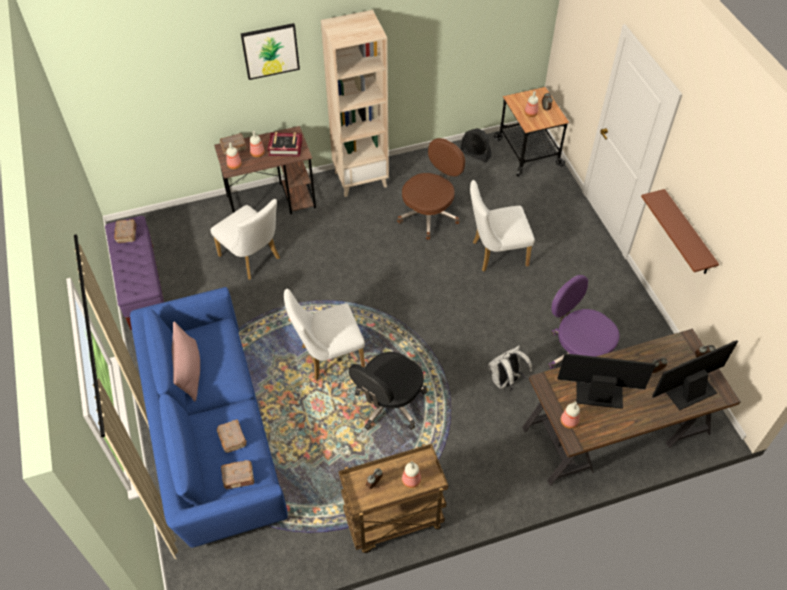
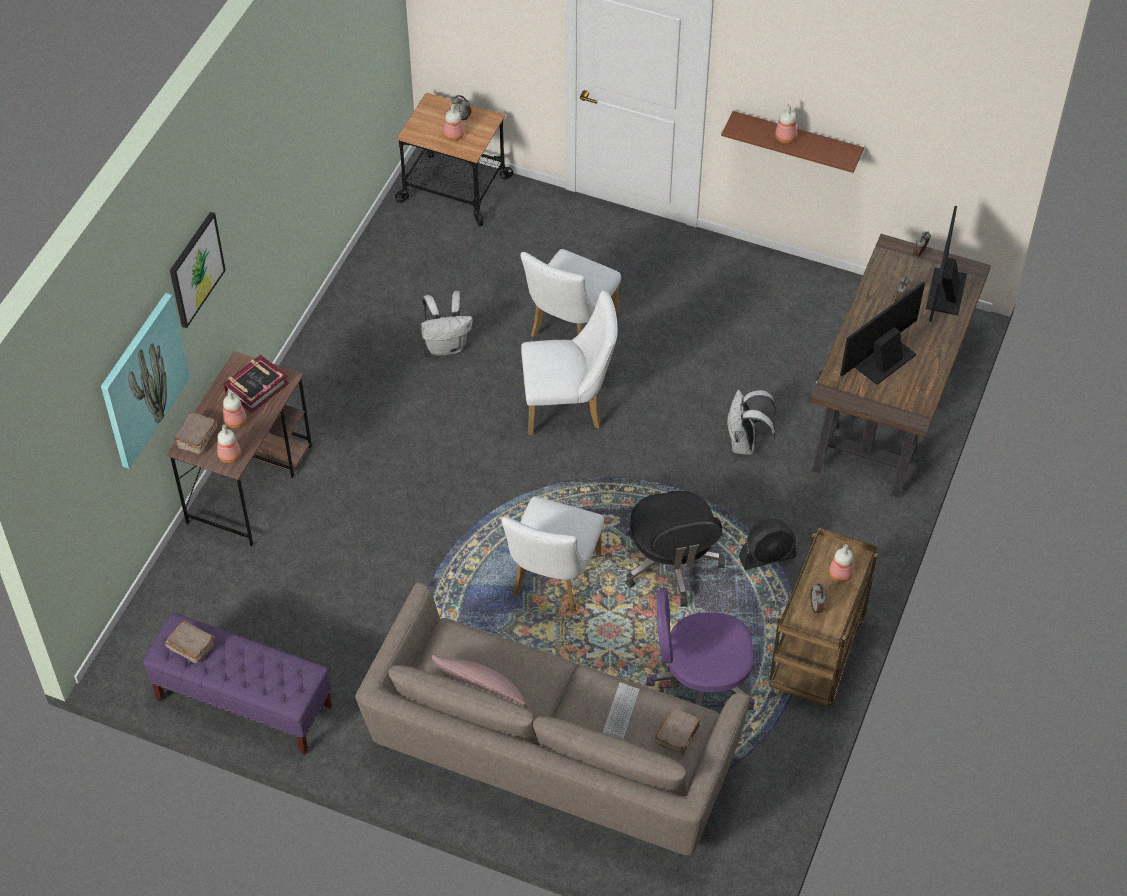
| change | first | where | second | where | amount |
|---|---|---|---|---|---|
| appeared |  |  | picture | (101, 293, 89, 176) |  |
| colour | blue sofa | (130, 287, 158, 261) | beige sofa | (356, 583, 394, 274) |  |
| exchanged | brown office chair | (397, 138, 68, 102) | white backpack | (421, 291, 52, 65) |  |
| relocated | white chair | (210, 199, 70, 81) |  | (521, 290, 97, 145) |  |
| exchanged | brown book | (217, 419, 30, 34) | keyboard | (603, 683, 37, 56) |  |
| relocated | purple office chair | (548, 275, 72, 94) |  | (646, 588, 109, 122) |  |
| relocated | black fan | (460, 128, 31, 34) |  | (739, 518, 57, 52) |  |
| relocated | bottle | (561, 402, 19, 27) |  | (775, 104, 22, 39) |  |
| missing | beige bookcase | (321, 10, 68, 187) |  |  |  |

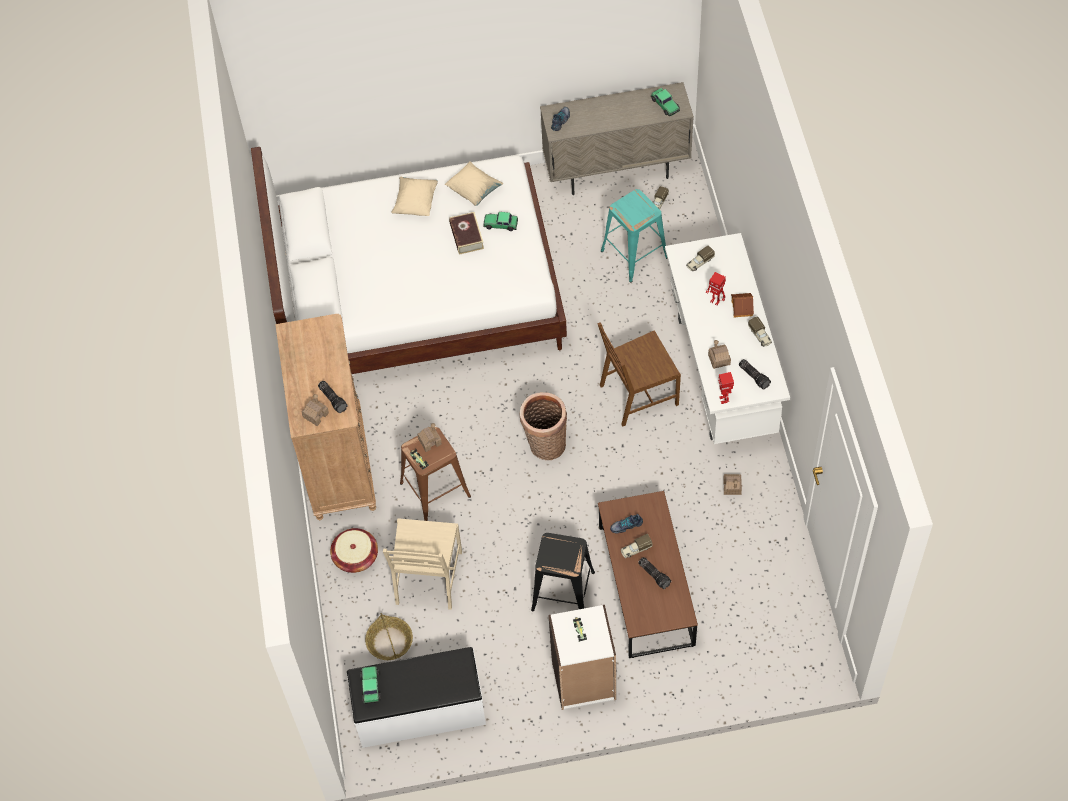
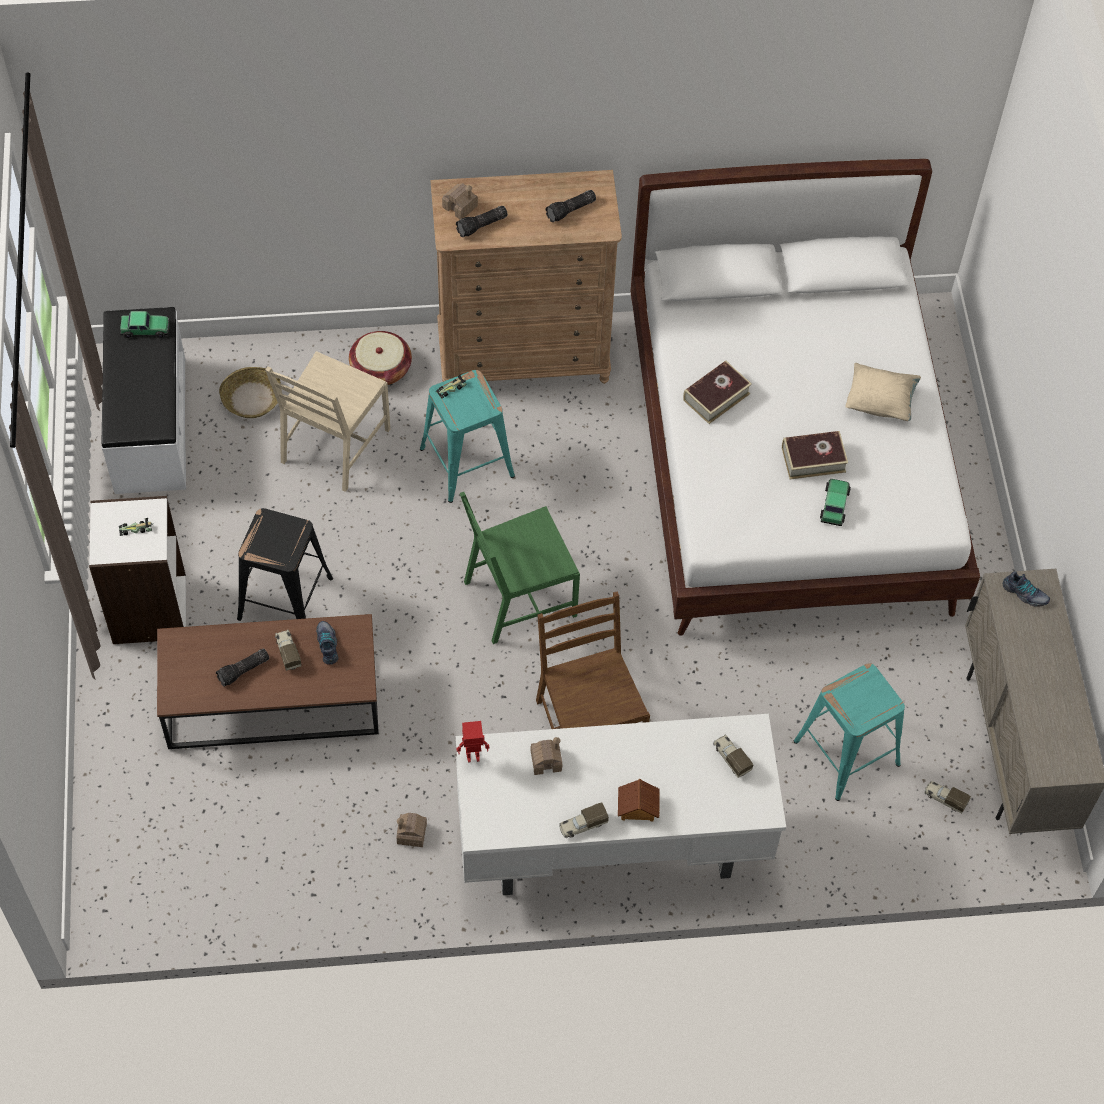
| change | first | where | second | where | amount |
|---|---|---|---|---|---|
| spun | beige chair | (383, 518, 79, 92) |  | (265, 351, 125, 141) | 75 degrees counterclockwise |
| colour | brown stool | (400, 427, 71, 94) | turquoise stool | (420, 370, 95, 133) |  |
| exchanged | basket | (520, 392, 47, 68) | green chair | (460, 492, 120, 152) |  |
| relocated | flashlight | (739, 359, 32, 31) |  | (545, 190, 51, 32) |  |
| appeared |  |  | book | (683, 361, 69, 63) |  |
| missing | toy house | (417, 423, 25, 29) |  |  |  |
| missing | beige pillow | (445, 161, 58, 45) |  |  |  |
| missing | toy car | (651, 88, 29, 28) |  |  |  |
| missing | toy robot | (706, 272, 20, 34) |  |  |  |

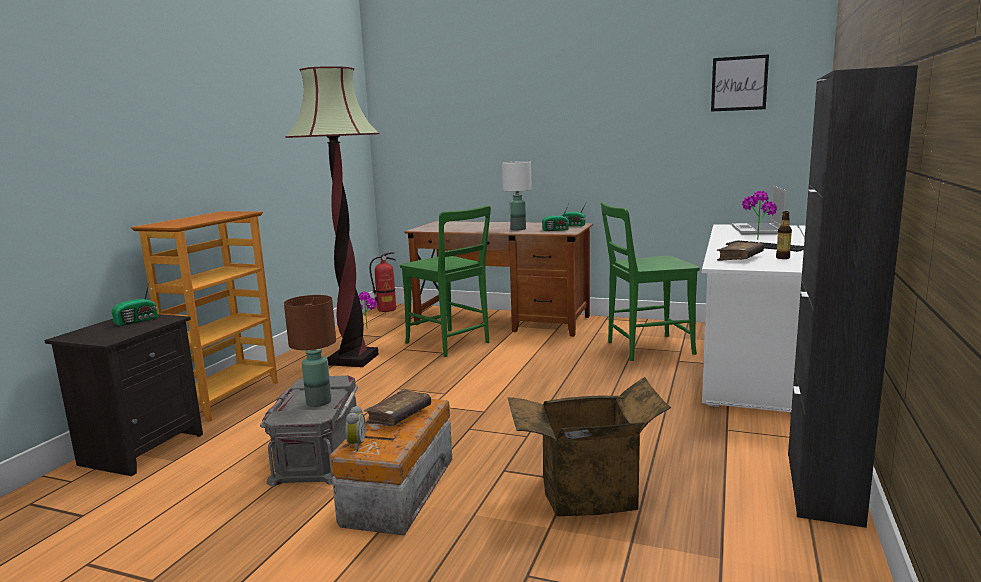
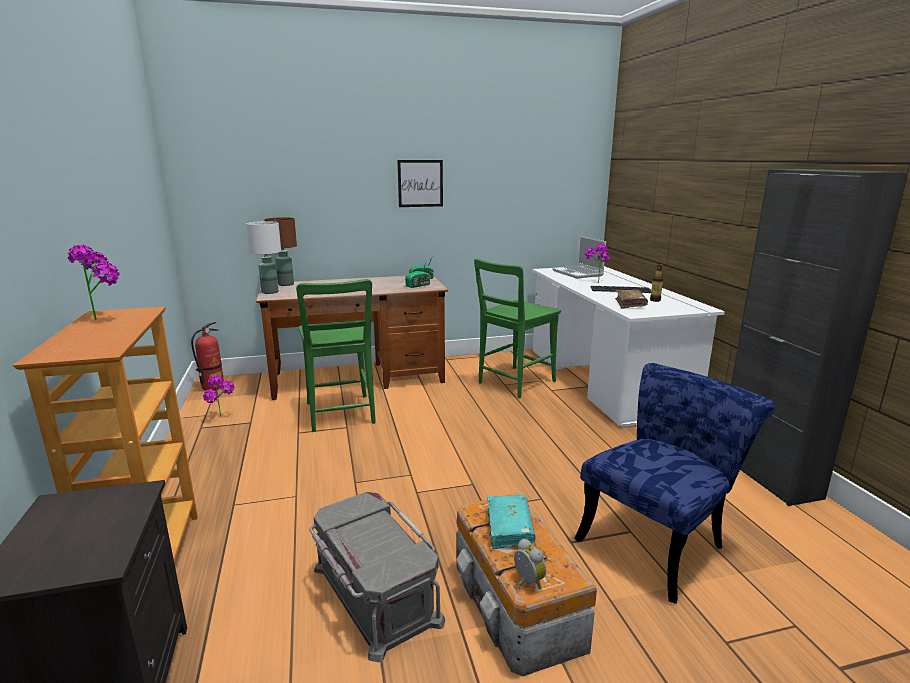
| change | first | where | second | where | amount |
|---|---|---|---|---|---|
| appeared |  |  | potted plant | (68, 245, 52, 75) |  |
| relocated | white table lamp | (502, 161, 30, 69) |  | (246, 221, 35, 73) |  |
| relocated | brown table lamp | (284, 295, 52, 112) |  | (264, 217, 33, 69) |  |
| spun | green chair | (400, 205, 91, 152) |  | (296, 279, 80, 153) | 60 degrees clockwise |
| relocated | picture | (711, 54, 58, 58) |  | (397, 160, 46, 47) |  |
| colour | brown book | (364, 389, 67, 37) | turquoise book | (487, 495, 49, 54) |  |
| exchanged | cardboard box | (508, 377, 163, 139) | blue chair | (574, 363, 202, 241) |  |
| missing | radio | (112, 280, 46, 46) |  |  |  |
| missing | floor lamp | (285, 66, 95, 301) |  |  |  |

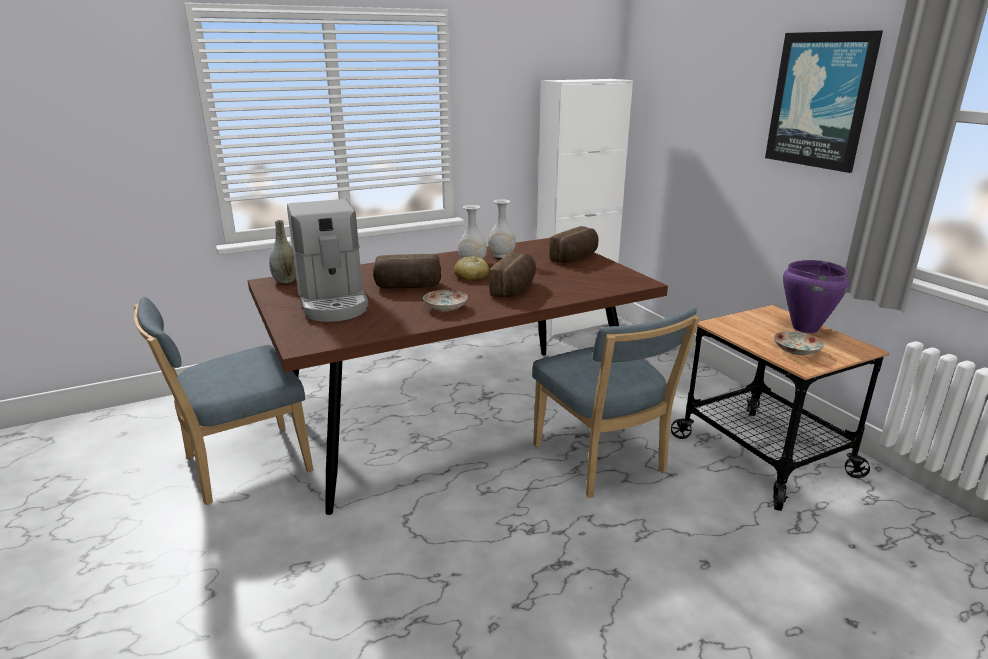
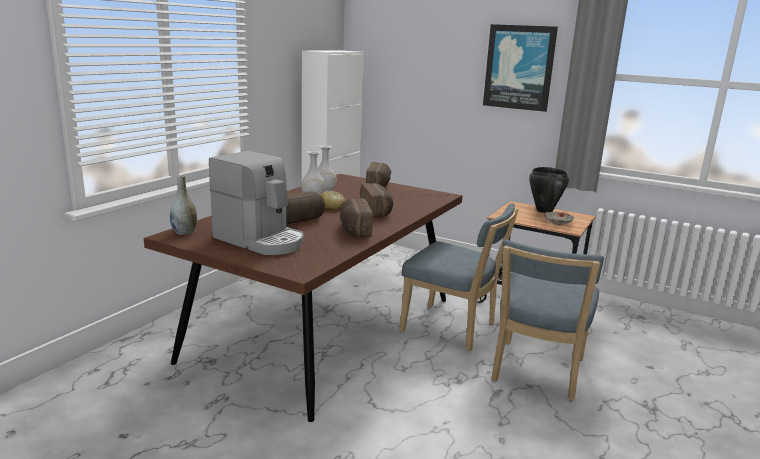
| change | first | where | second | where | amount |
|---|---|---|---|---|---|
| exchanged | plate | (423, 290, 45, 21) | bread | (340, 198, 33, 39) |  |
| relocated | blue chair | (134, 297, 179, 208) |  | (491, 240, 113, 161) |  |
| colour | purple cooking pot | (783, 260, 67, 73) | black cooking pot | (529, 167, 40, 46) |  |

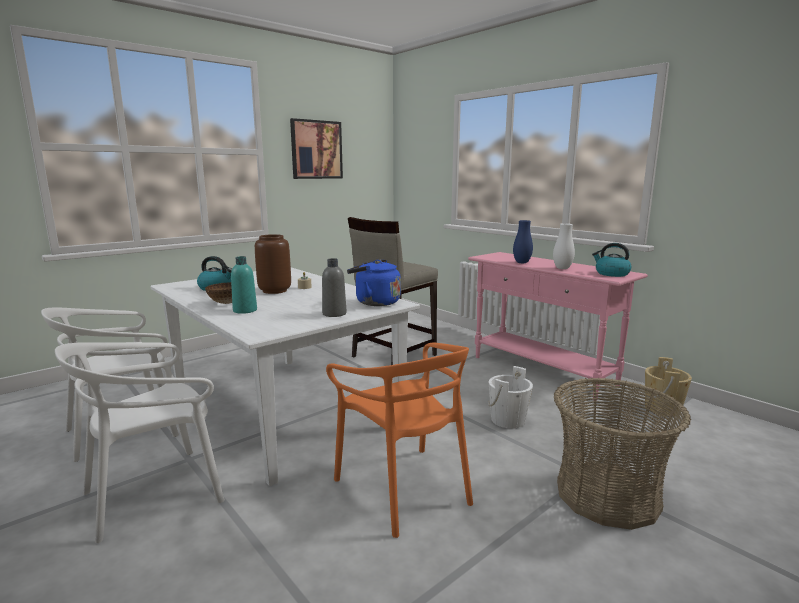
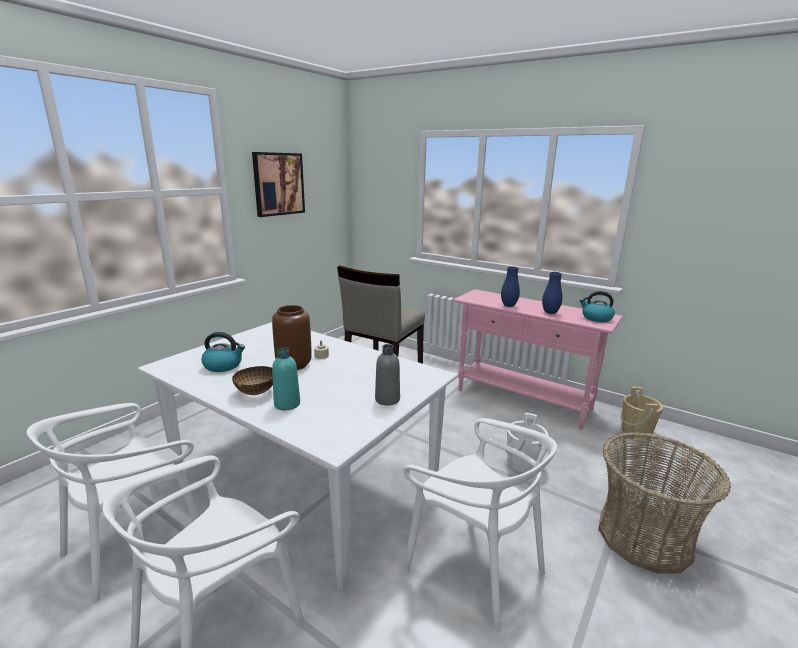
| change | first | where | second | where | amount |
|---|---|---|---|---|---|
| colour | orange chair | (326, 343, 147, 195) | white chair | (403, 418, 154, 214) |  |
| colour | white vase | (553, 223, 22, 46) | blue vase | (542, 272, 20, 42) |  |
| missing | blue kettle | (347, 259, 54, 47) |  |  |  |

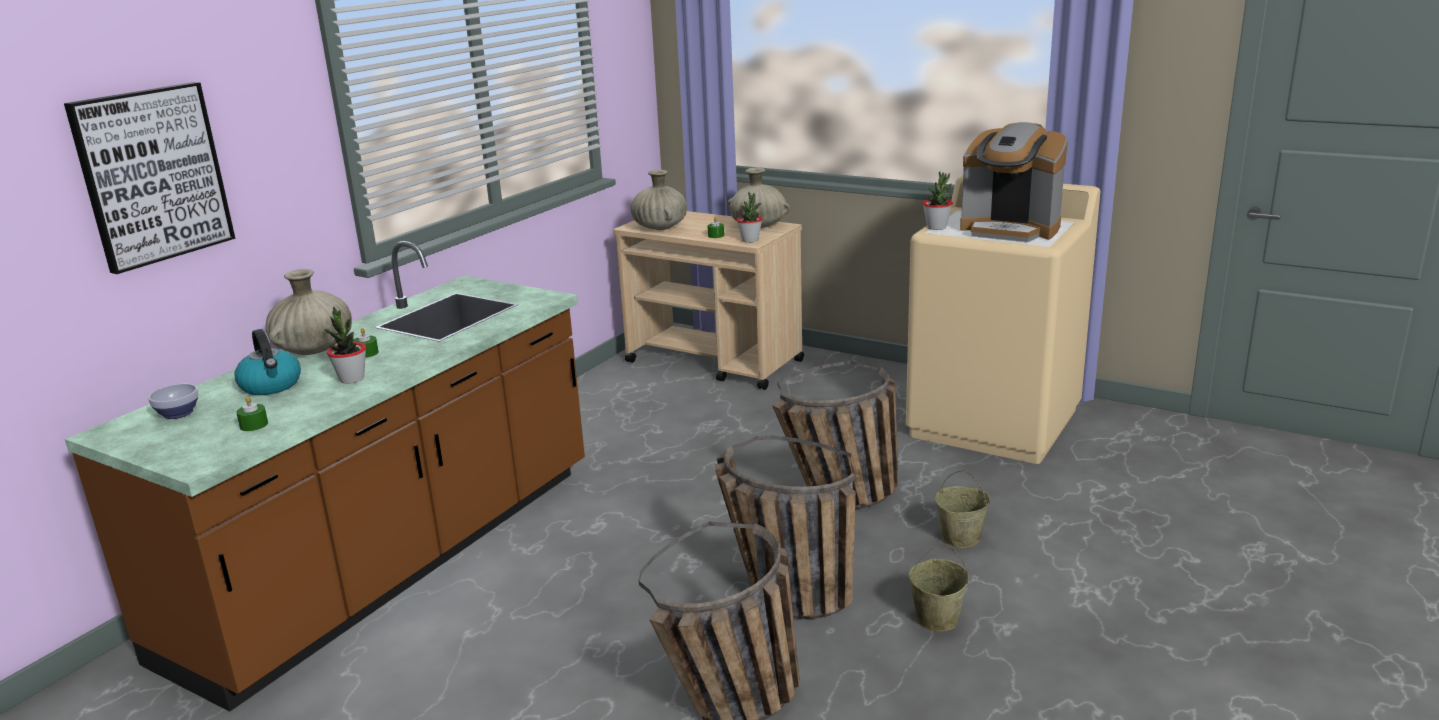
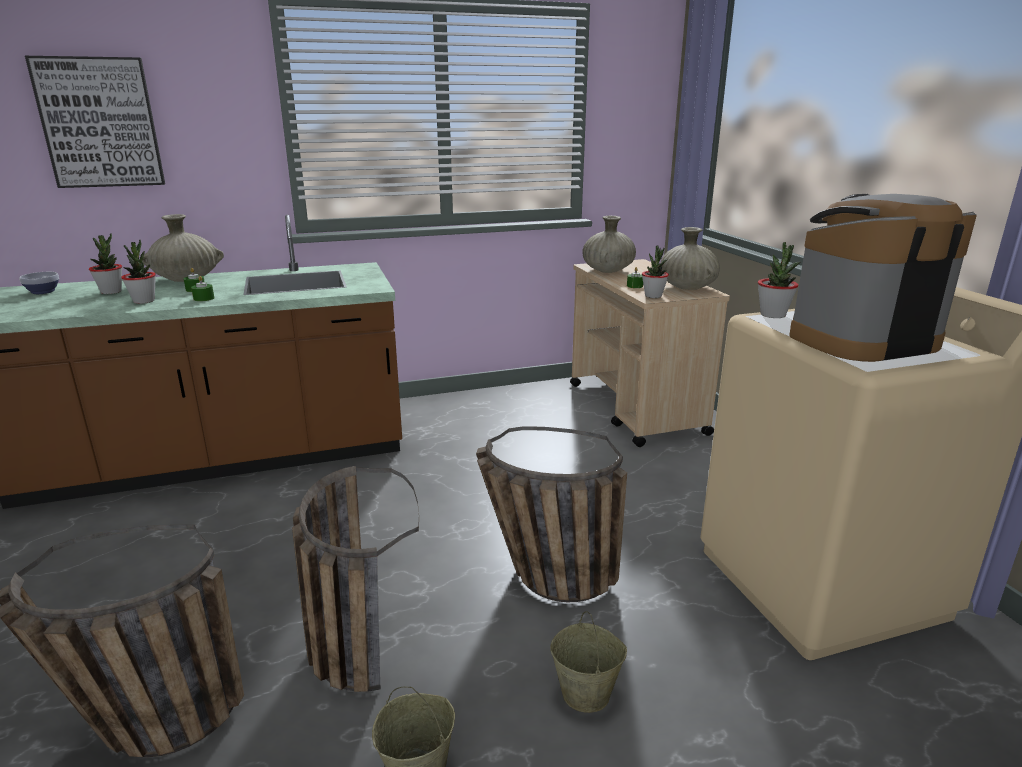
| change | first | where | second | where | amount |
|---|---|---|---|---|---|
| exchanged | kettle | (234, 329, 67, 66) | potted plant | (89, 233, 33, 61) |  |
| relocated | green candle | (236, 396, 32, 35) |  | (191, 276, 23, 26) |  |
| spun | coffee machine | (960, 122, 108, 120) |  | (789, 194, 188, 168) | 90 degrees clockwise |

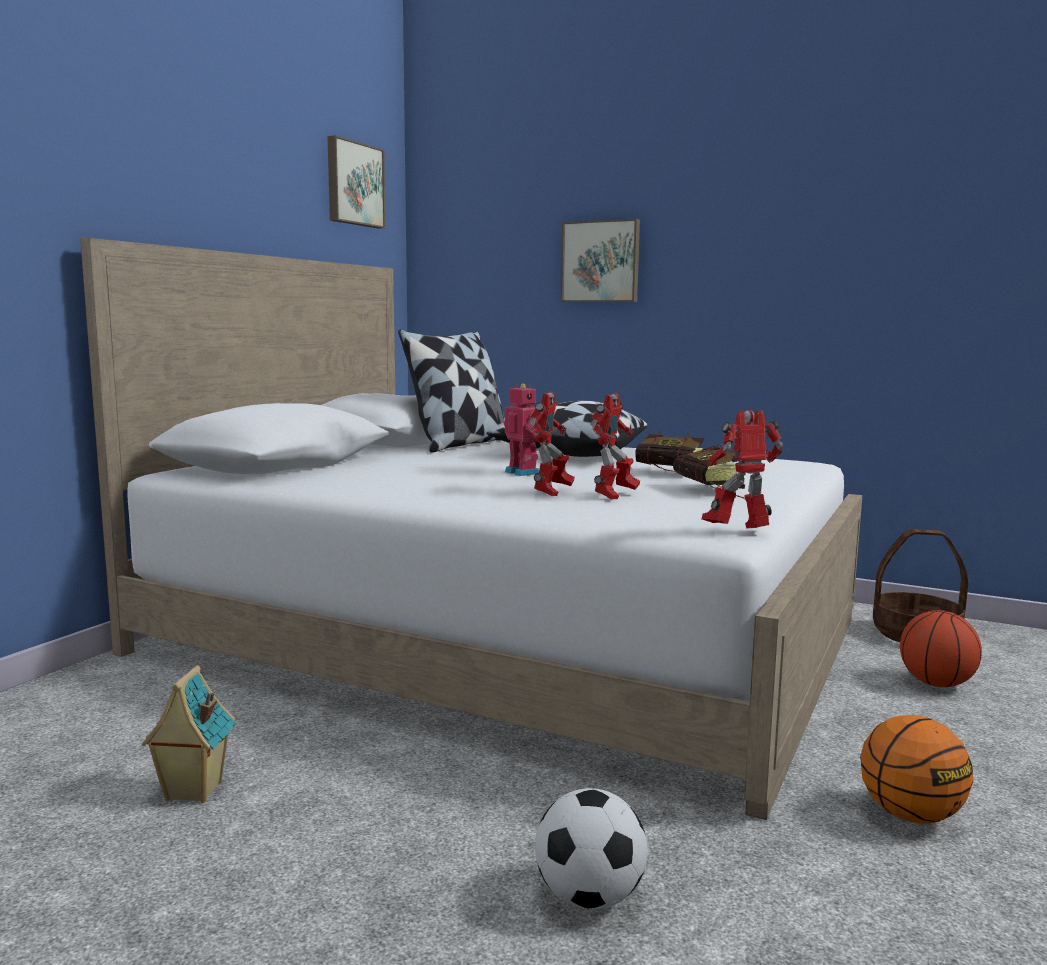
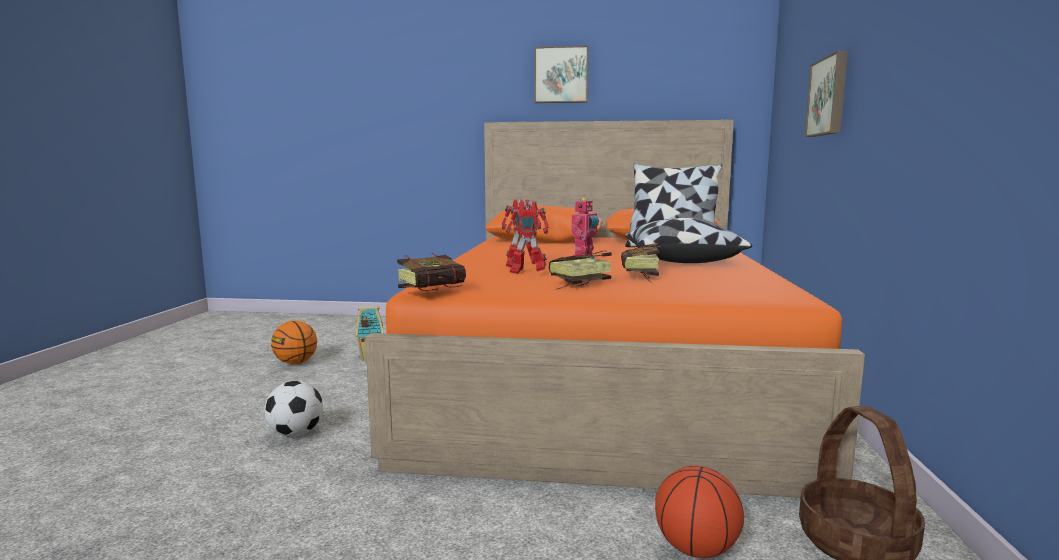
| change | first | where | second | where | amount |
|---|---|---|---|---|---|
| relocated | basketball | (860, 715, 113, 109) |  | (271, 321, 46, 43) |  |
| colour | white bed | (80, 238, 782, 582) | orange bed | (365, 120, 500, 378) |  |
| exchanged | toy robot | (702, 410, 81, 118) | book | (397, 253, 69, 38) |  |
| relocated | picture | (327, 135, 59, 94) |  | (534, 46, 55, 57) |  |

